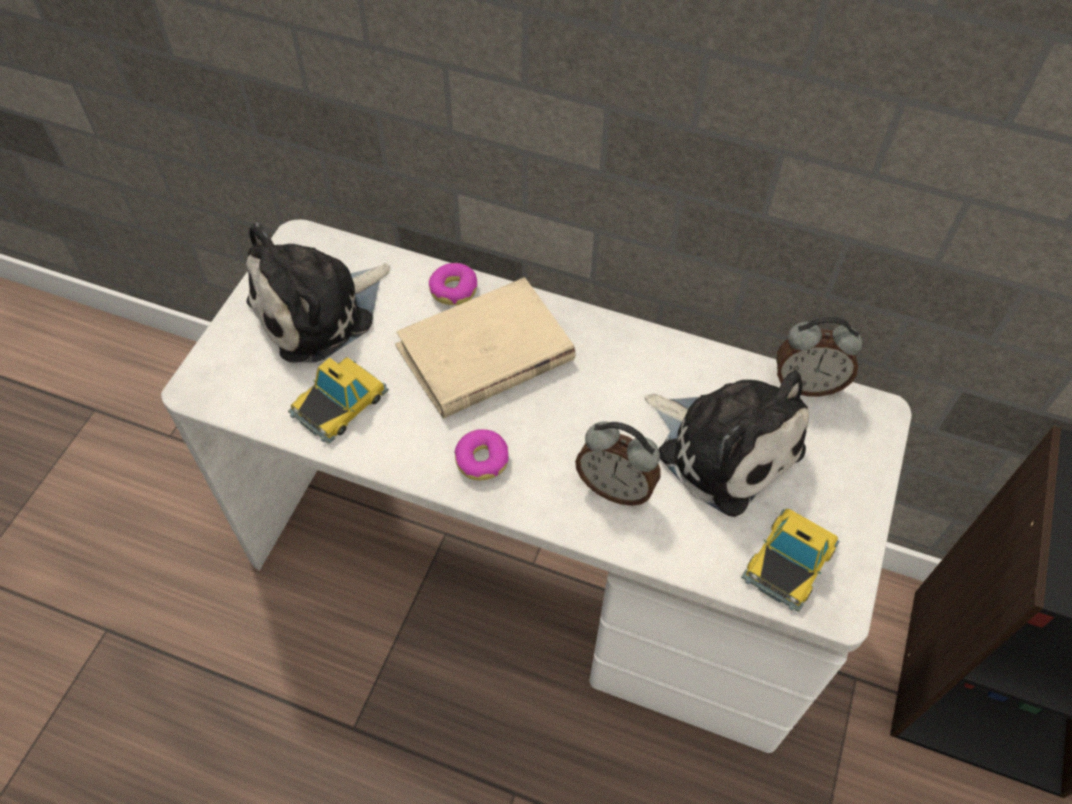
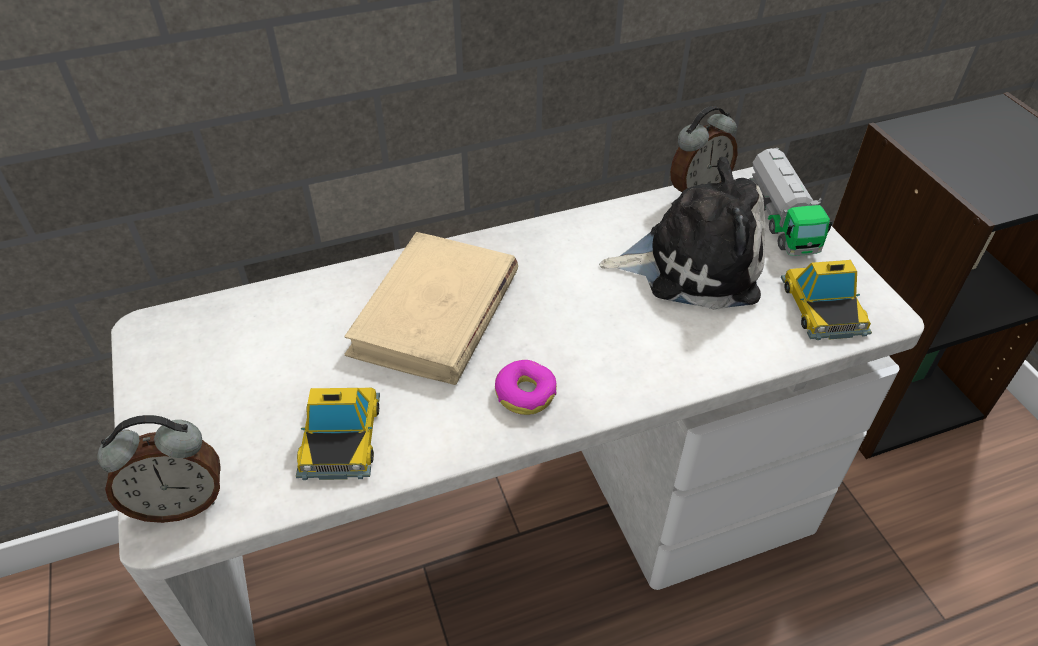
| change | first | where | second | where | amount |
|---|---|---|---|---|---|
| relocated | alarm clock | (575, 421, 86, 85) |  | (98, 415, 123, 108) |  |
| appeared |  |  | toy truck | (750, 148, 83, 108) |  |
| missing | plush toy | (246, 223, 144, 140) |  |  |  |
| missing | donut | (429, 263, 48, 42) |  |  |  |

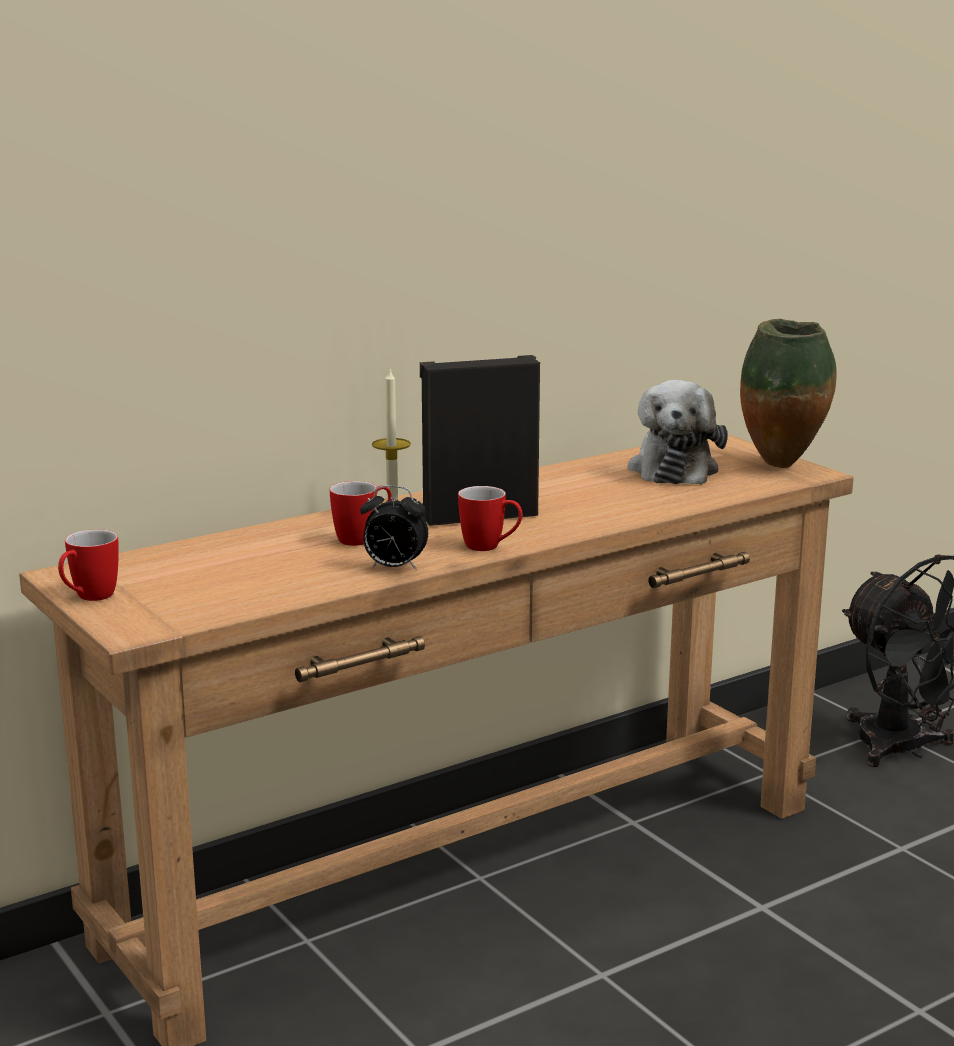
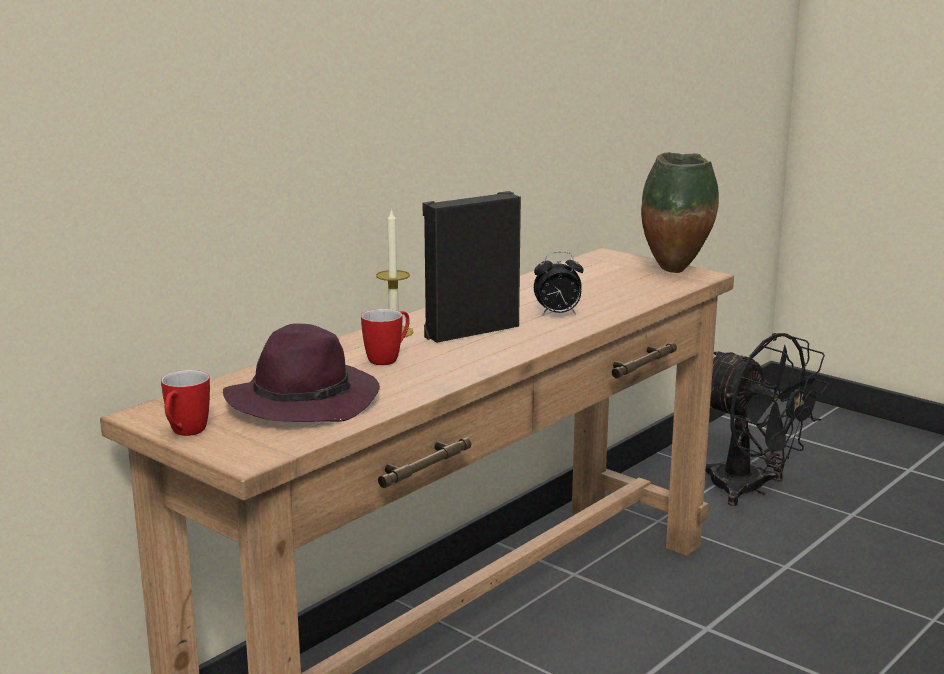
| change | first | where | second | where | amount |
|---|---|---|---|---|---|
| appeared |  |  | purple hat | (223, 323, 157, 99) |  |
| relocated | alarm clock | (360, 485, 68, 85) |  | (534, 252, 50, 64) |  |
| missing | mug | (458, 486, 65, 65) |  |  |  |
| missing | plush toy | (628, 380, 100, 105) |  |  |  |

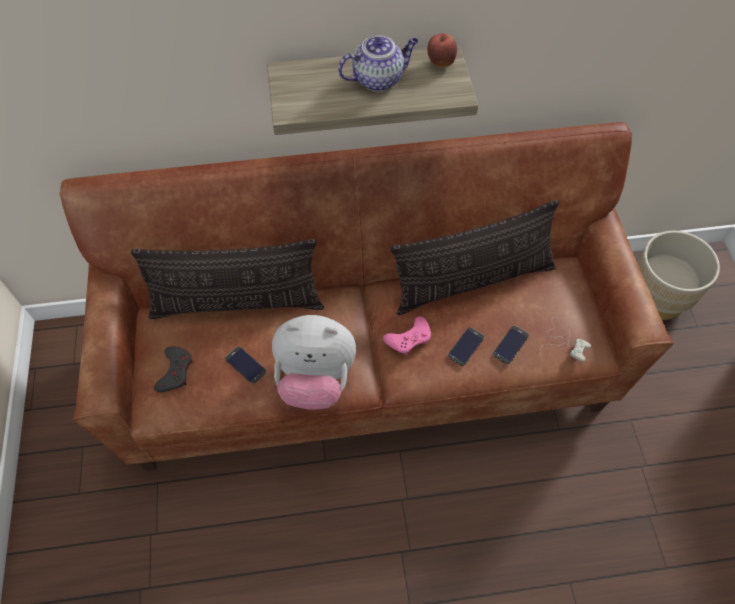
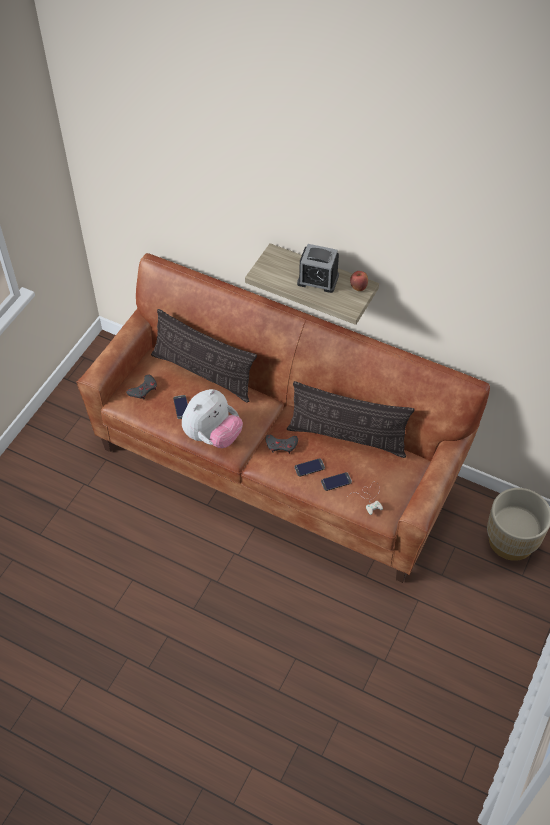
| change | first | where | second | where | amount |
|---|---|---|---|---|---|
| spun | plush toy | (272, 315, 84, 95) |  | (182, 389, 61, 59) | 90 degrees counterclockwise |
| colour | pink game controller | (383, 316, 48, 39) | grey game controller | (266, 434, 32, 20) |  |
| exchanged | teapot | (338, 35, 81, 56) | alarm clock | (297, 244, 42, 49) |  |

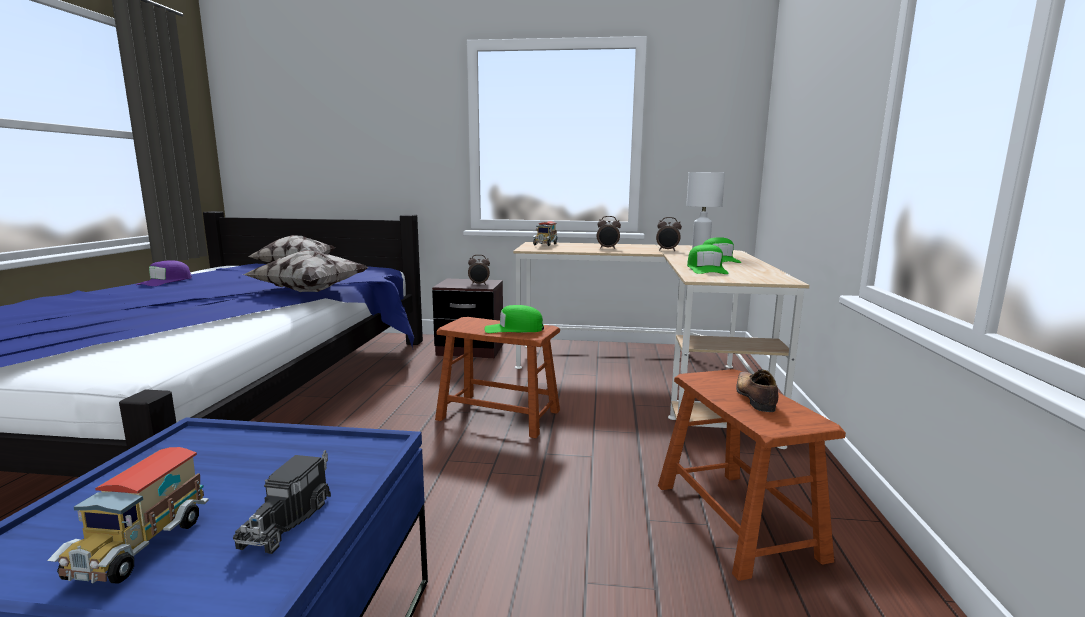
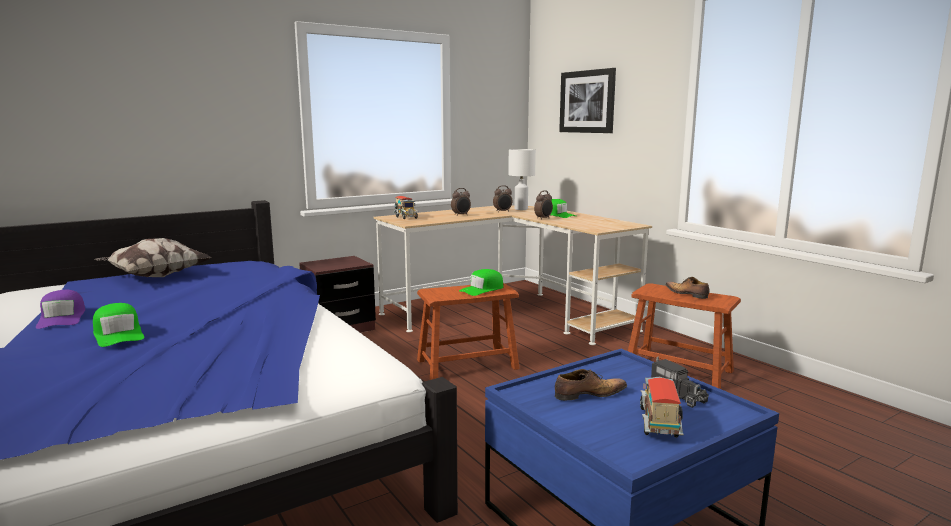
| change | first | where | second | where | amount |
|---|---|---|---|---|---|
| relocated | green cap | (687, 245, 42, 29) |  | (93, 303, 51, 44) |  |
| relocated | alarm clock | (468, 254, 22, 31) |  | (534, 190, 19, 30) |  |
| appeared |  |  | shoe | (555, 369, 72, 32) |  |
| appeared |  |  | picture | (559, 68, 57, 65) |  |
| spun | toy truck | (47, 447, 162, 136) |  | (640, 377, 44, 61) | 135 degrees counterclockwise |
| missing | pillow | (242, 250, 127, 42) |  |  |  |

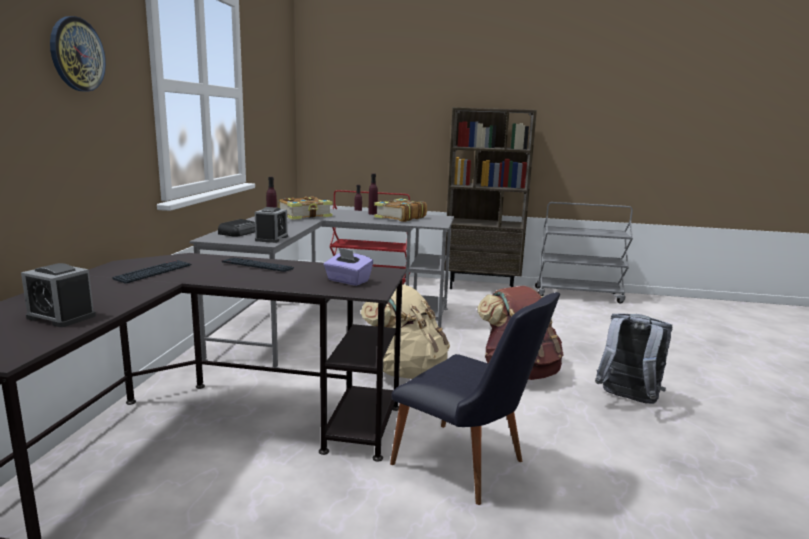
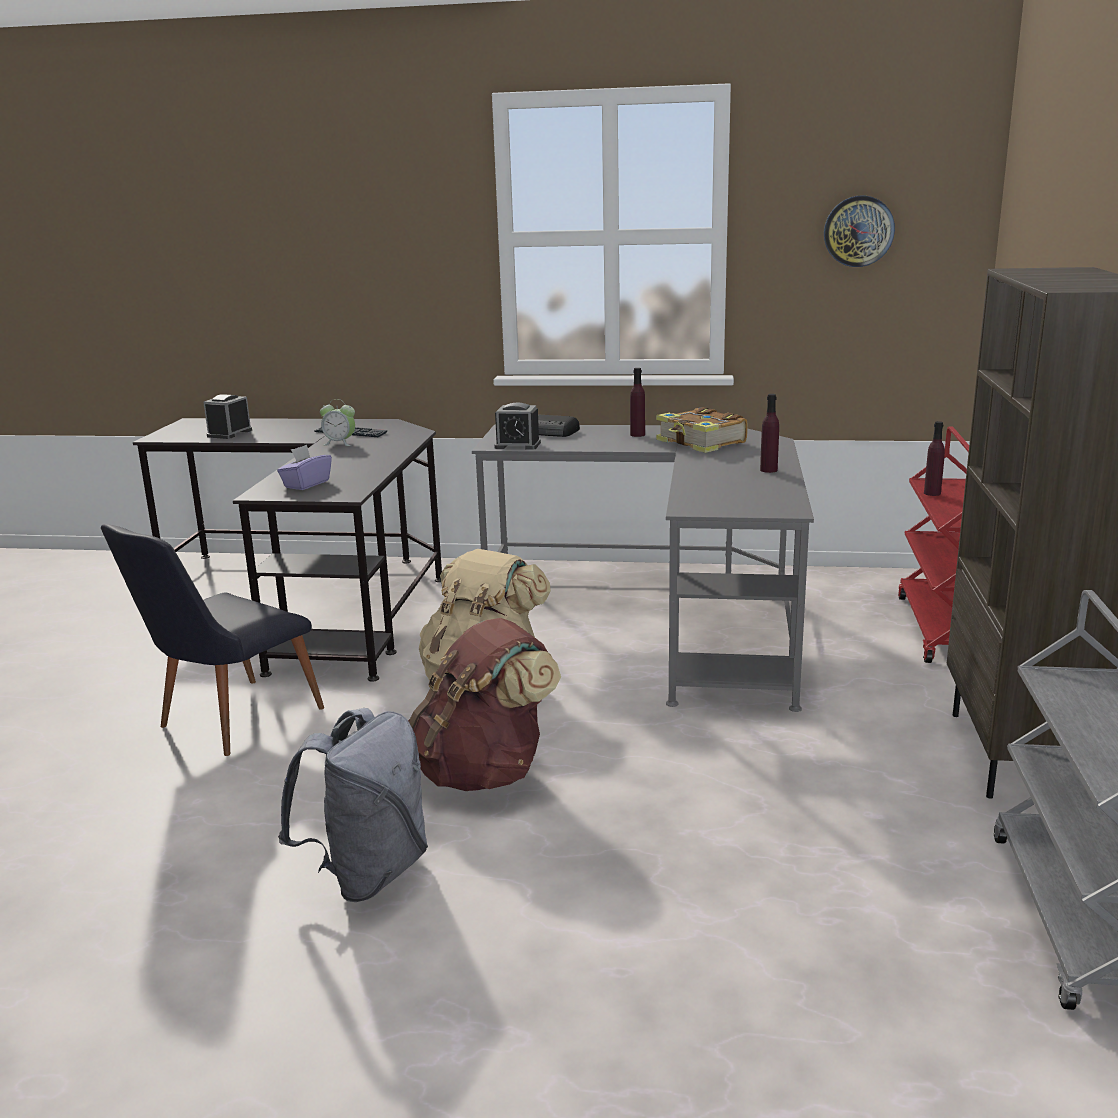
| change | first | where | second | where | amount |
|---|---|---|---|---|---|
| appeared |  |  | alarm clock | (320, 399, 35, 47) |  |
| relocated | wall clock | (50, 16, 56, 76) |  | (824, 195, 71, 72) |  |
| missing | keyboard | (221, 258, 73, 14) |  |  |  |
| missing | book | (374, 198, 53, 24) |  |  |  |

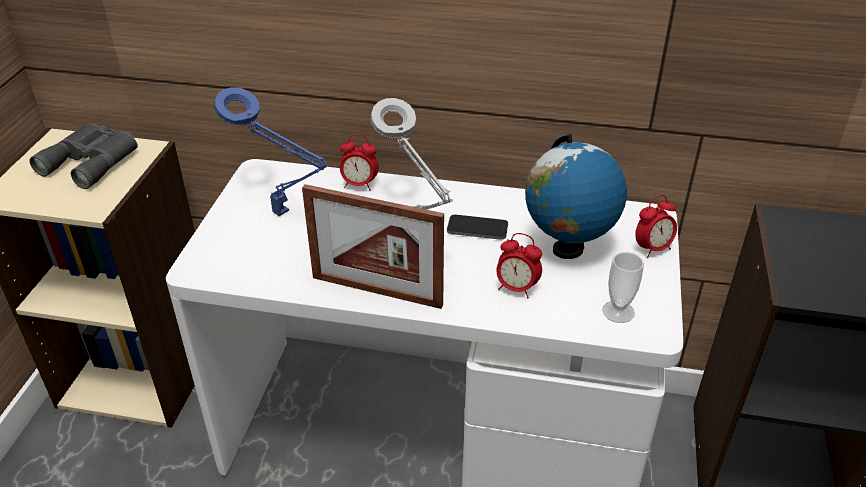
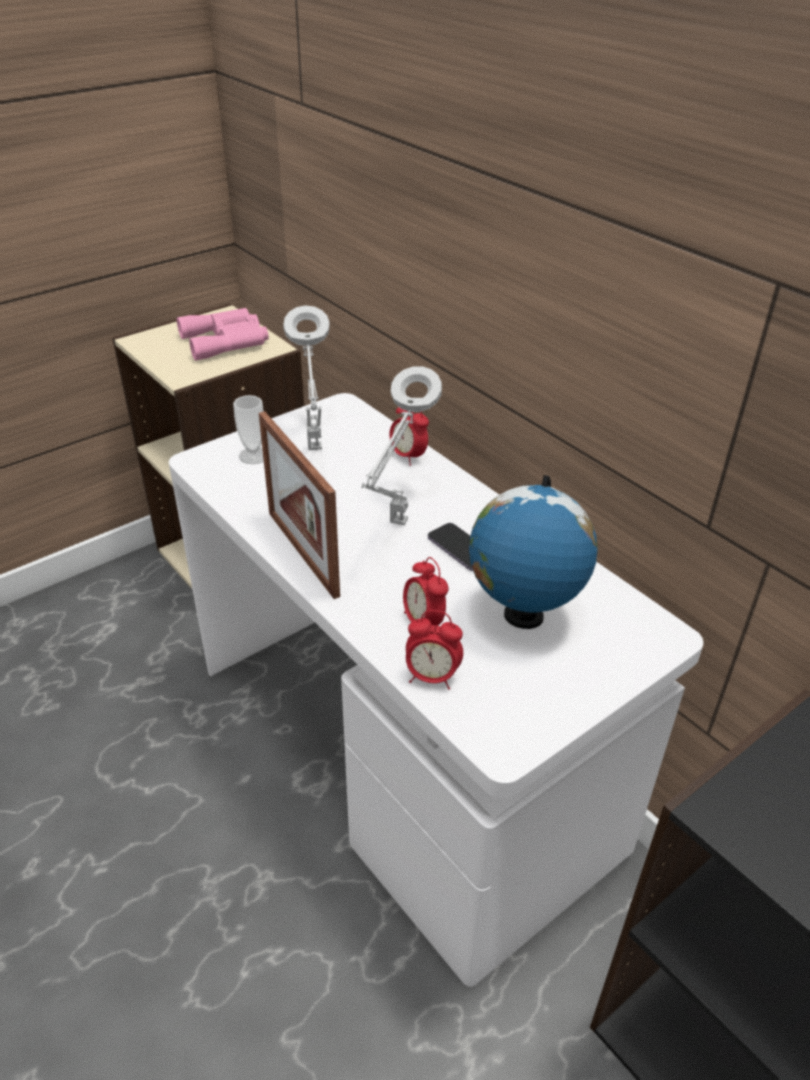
| change | first | where | second | where | amount |
|---|---|---|---|---|---|
| colour | grey binoculars | (29, 123, 109, 66) | pink binoculars | (177, 308, 92, 53) |  |
| relocated | cup | (602, 252, 42, 71) |  | (233, 395, 31, 69) |  |
| colour | blue table lamp | (214, 87, 114, 129) | grey table lamp | (283, 306, 47, 144) |  |
| relocated | alarm clock | (635, 195, 42, 63) |  | (406, 610, 57, 80) |  |

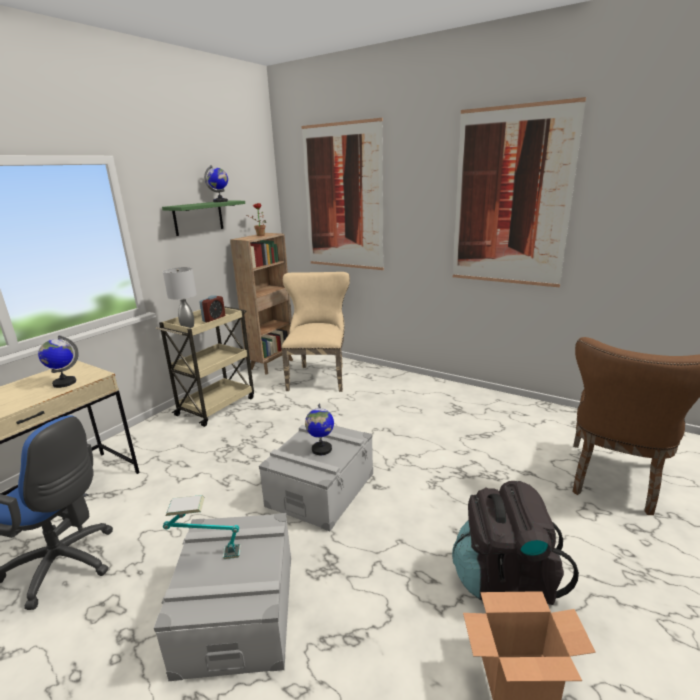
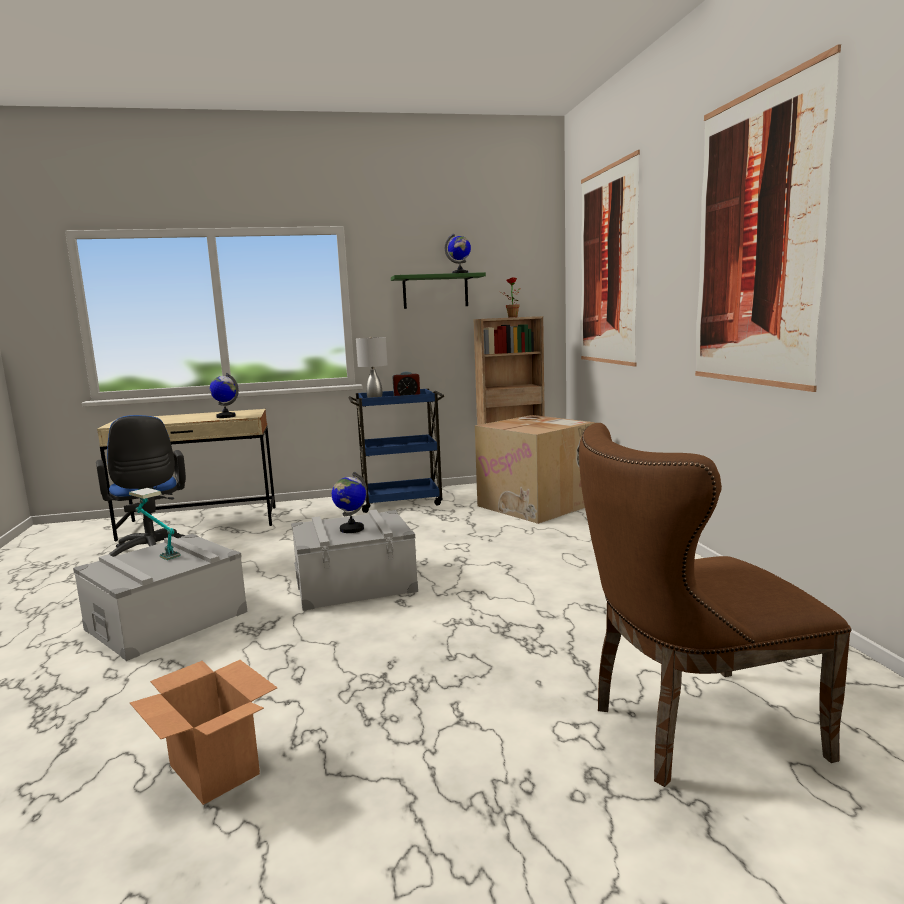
| change | first | where | second | where | amount |
|---|---|---|---|---|---|
| colour | beige cart | (156, 306, 98, 121) | blue cart | (349, 388, 96, 125) |  |
| exchanged | beige chair | (281, 272, 69, 120) | cardboard box | (475, 415, 120, 109) |  |
| missing | black backpack | (452, 481, 127, 124) |  |  |  |

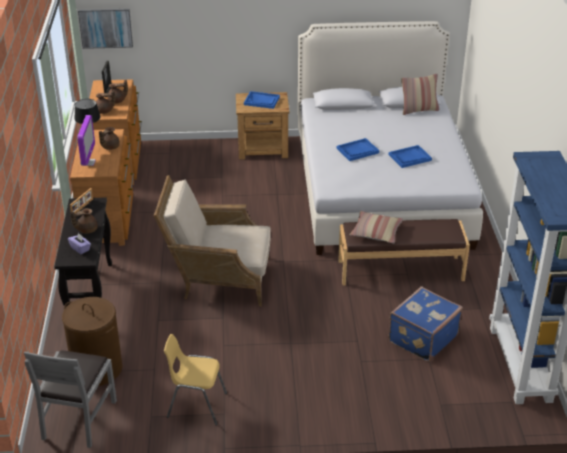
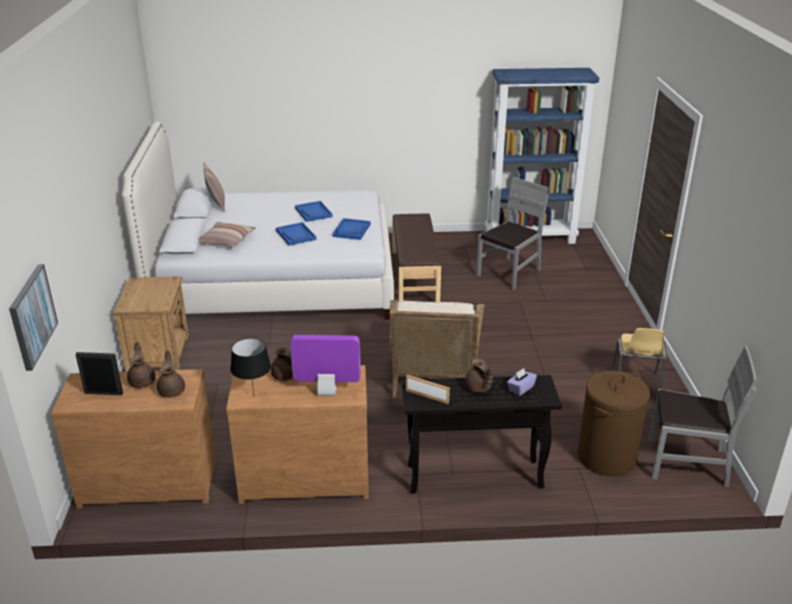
| change | first | where | second | where | amount |
|---|---|---|---|---|---|
| relocated | pillow | (350, 211, 53, 33) |  | (199, 222, 57, 25) |  |
| relocated | blue tray | (244, 91, 36, 18) |  | (332, 218, 39, 22) |  |
| exchanged | blue suitcase | (388, 286, 75, 76) | grey chair | (476, 177, 73, 113) |  |

